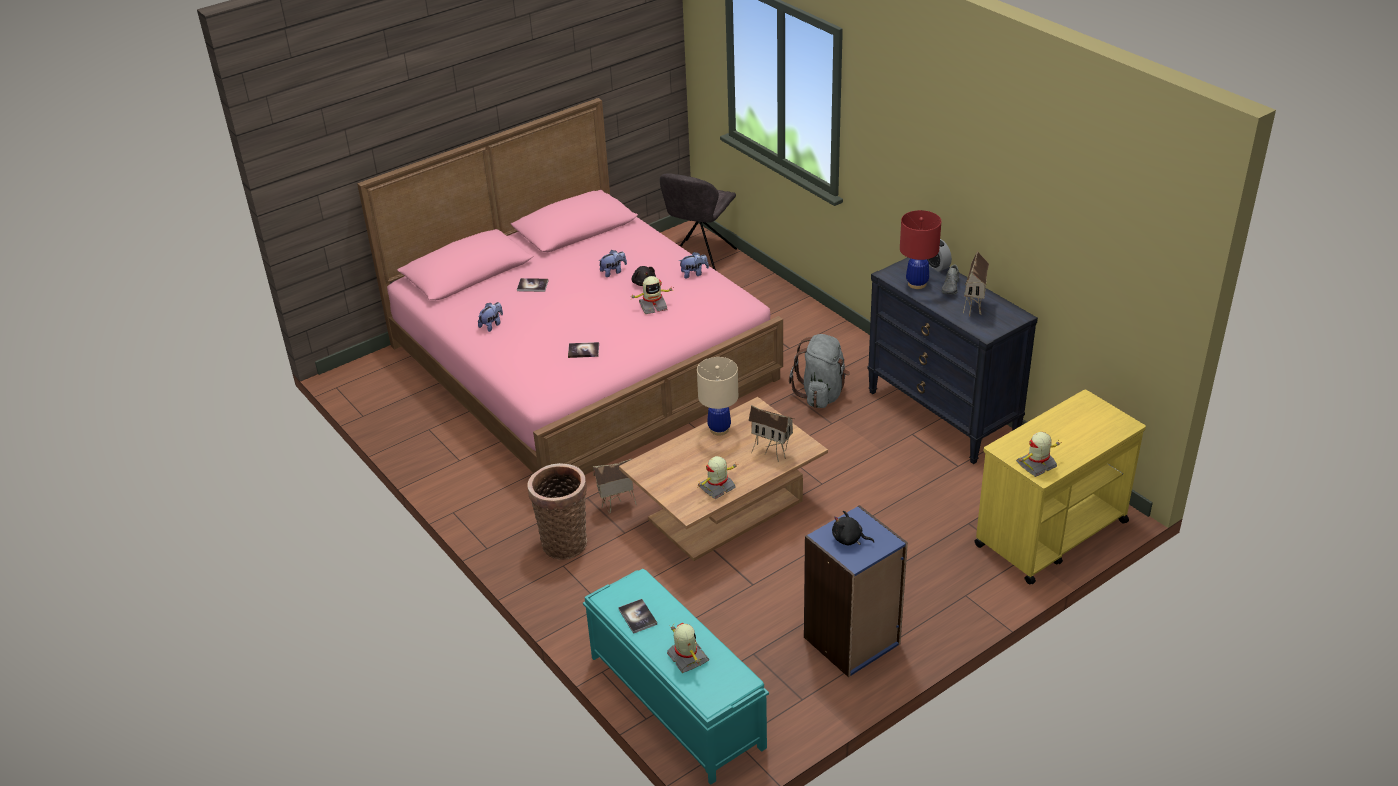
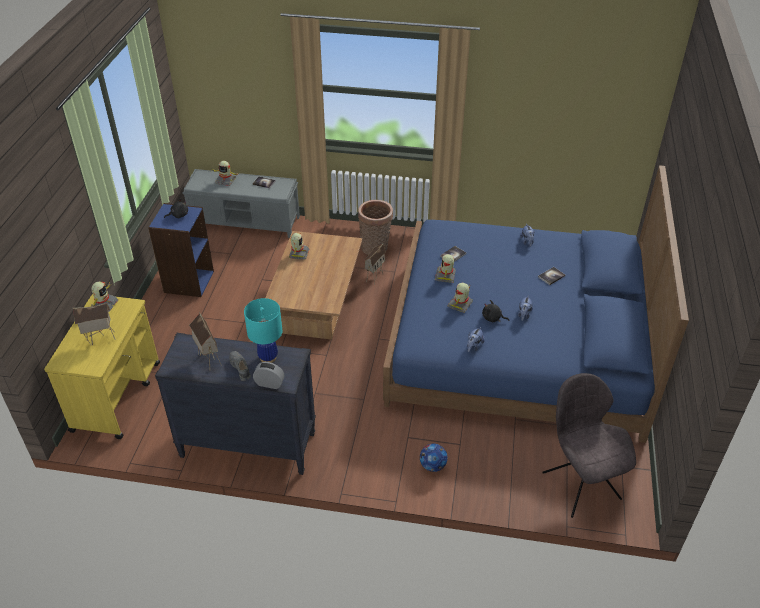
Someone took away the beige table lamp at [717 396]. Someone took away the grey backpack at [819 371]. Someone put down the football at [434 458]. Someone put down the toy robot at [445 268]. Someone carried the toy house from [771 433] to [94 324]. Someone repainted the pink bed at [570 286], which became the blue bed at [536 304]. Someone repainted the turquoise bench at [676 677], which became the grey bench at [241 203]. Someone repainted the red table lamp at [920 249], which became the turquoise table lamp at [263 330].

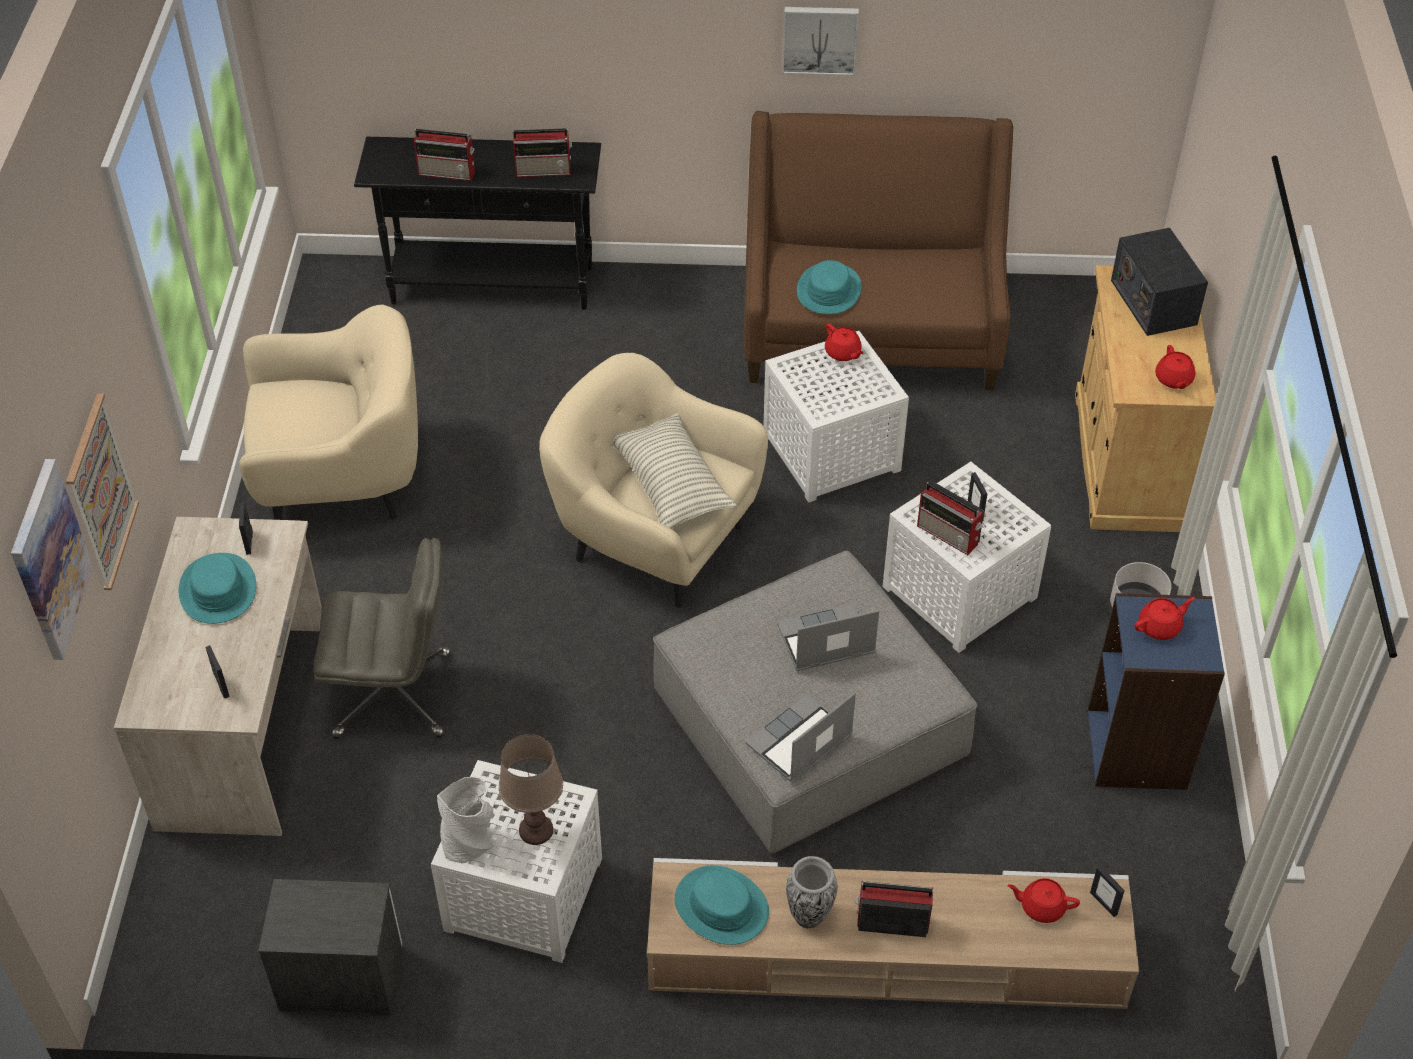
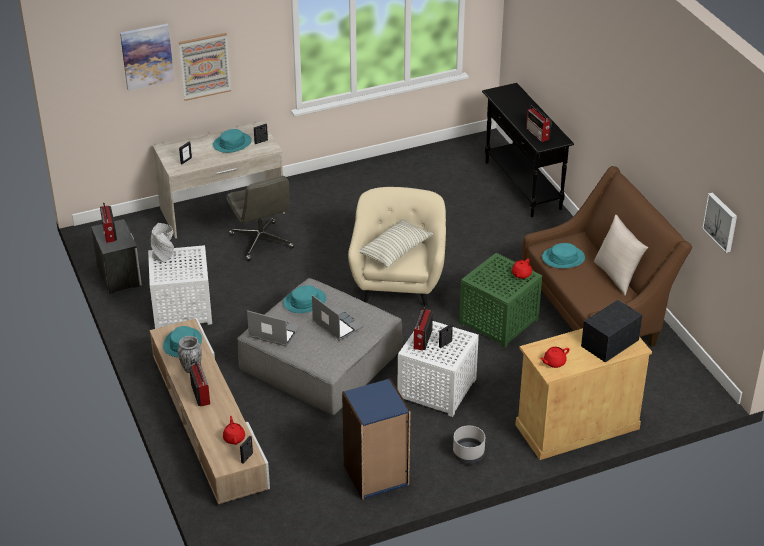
Someone took away the beige armchair at [328 412]. Someone took away the brown table lamp at [531 789]. Someone took away the red teapot at [1164 618]. Someone put down the turquoise hat at [304 299]. Someone put down the beige pillow at [621 255]. Someone carried the radio from [444 155] to [108 223]. Someone carried the picture from [820 41] to [719 222]. Someone repainted the white side table at [836 417], which became the green side table at [500 300].

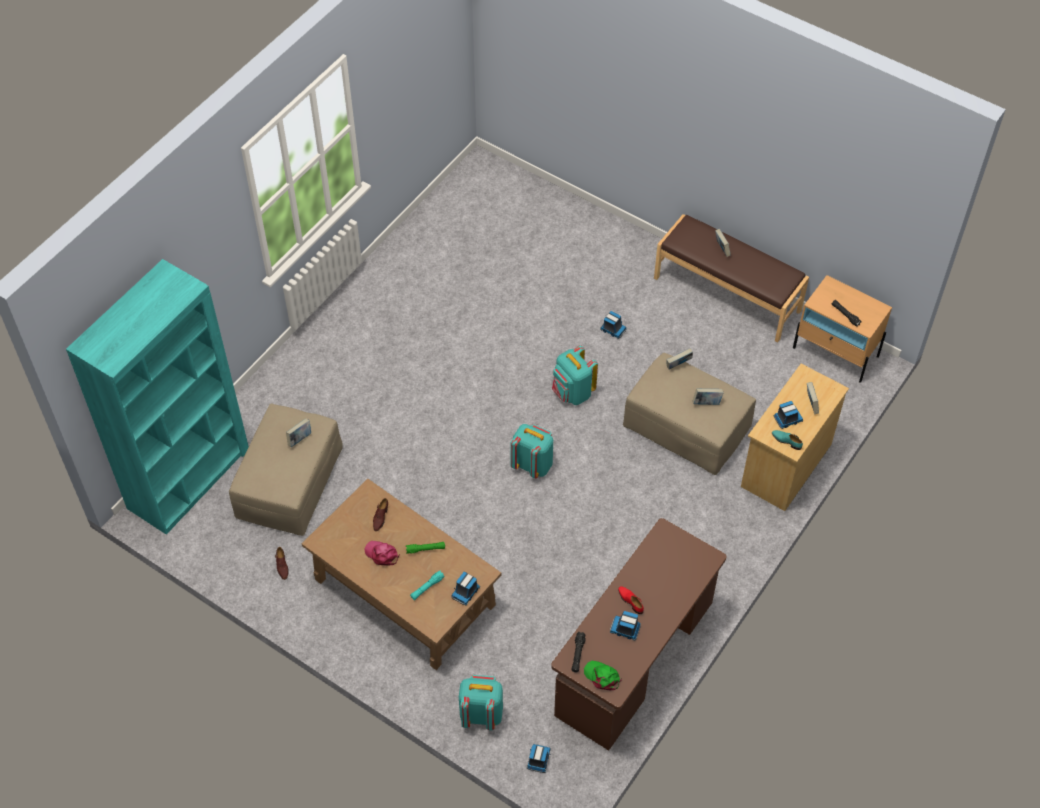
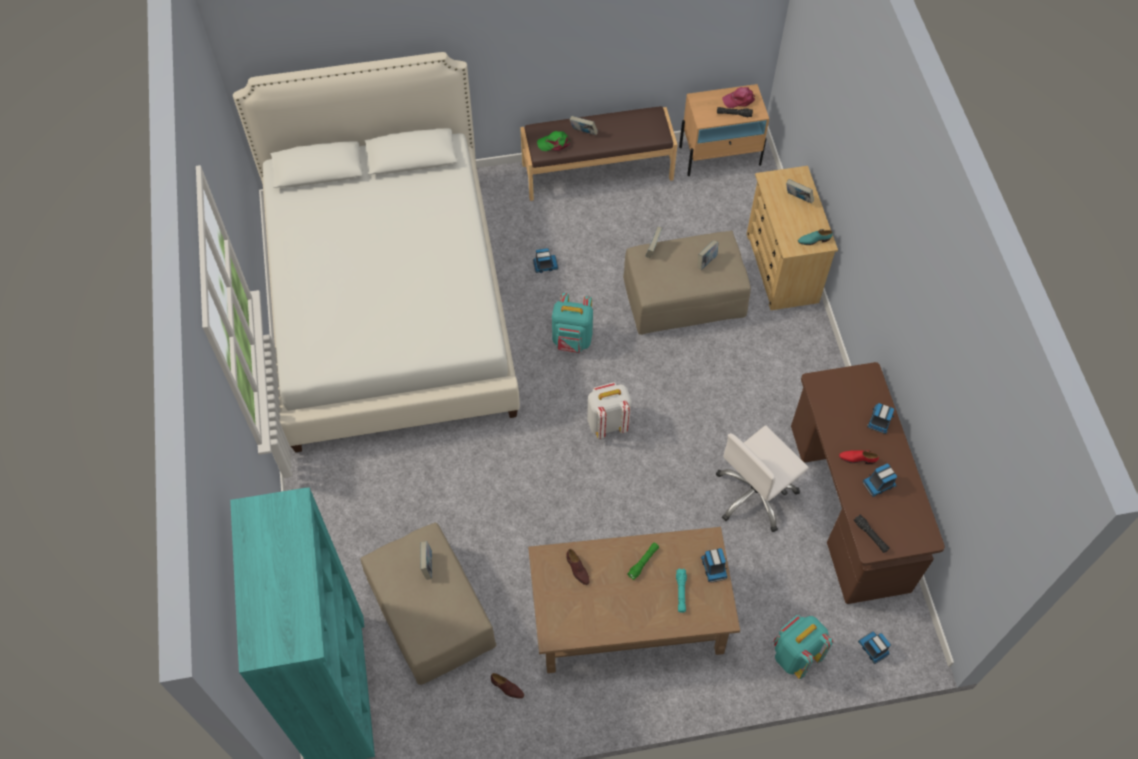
Someone put down the white bed at [376 252]. Someone put down the white office chair at [762 478]. Someone carried the pink cap from [382 553] to [738 97]. Someone carried the green cap from [603 676] to [554 141]. Someone carried the toy truck from [788 415] to [880 418]. Someone repainted the turquoise backpack at [531 451], which became the white backpack at [609 410].

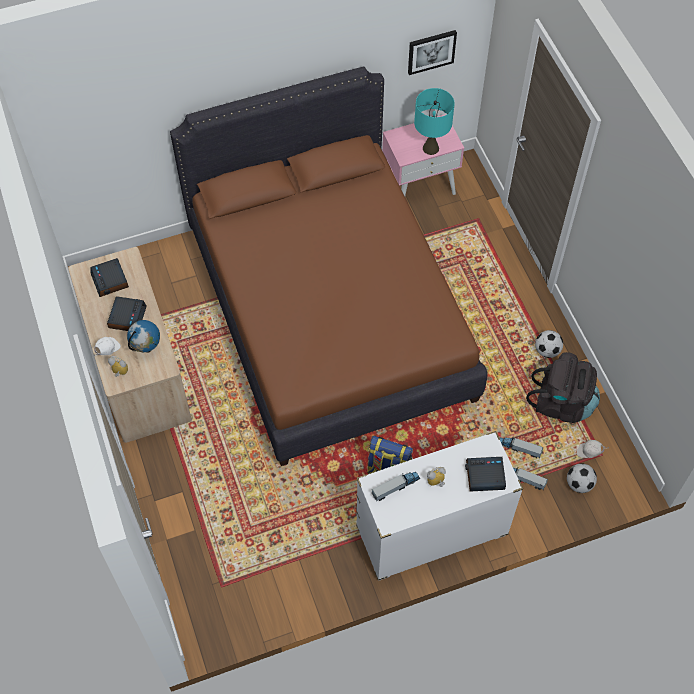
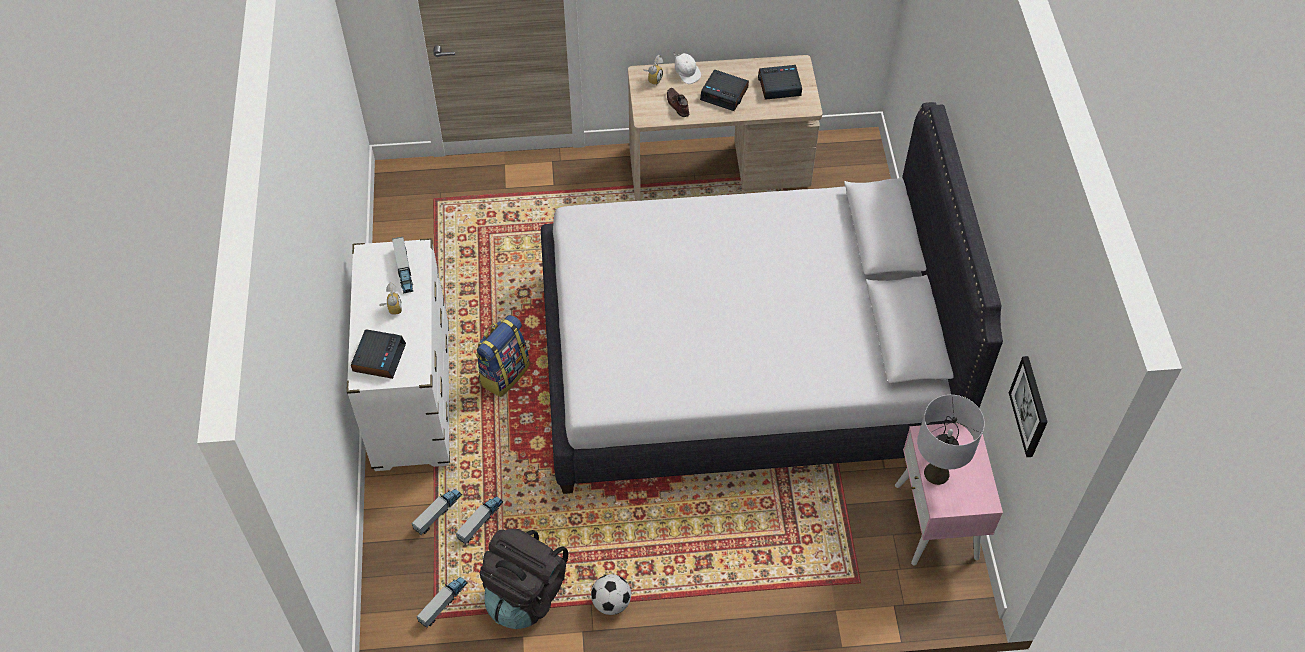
Someone took away the football at [582 478]. Someone swapped the globe at [143 336] for the brown shoe at [678 102]. Someone swapped the white cap at [593 449] for the toy truck at [442 602]. Someone repainted the brown bed at [329 266], which became the white bed at [772 298]. Someone repainted the turquoise table lamp at [434 121], which became the grey table lamp at [951 440].

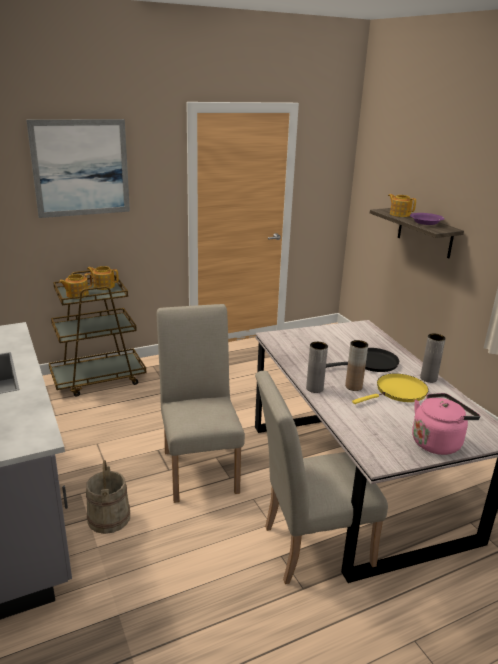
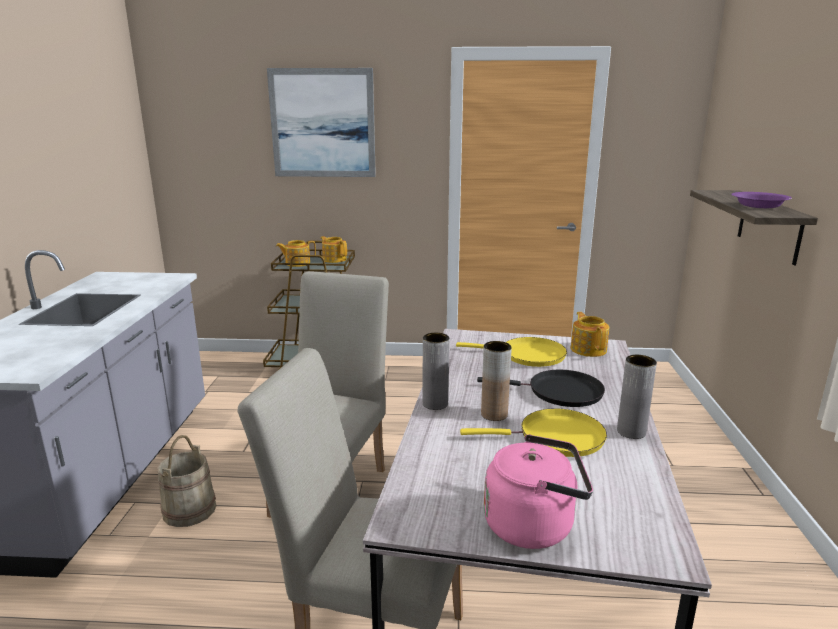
Someone put down the yellow frying pan at [511 352]. Someone carried the teapot from [402 205] to [590 334].

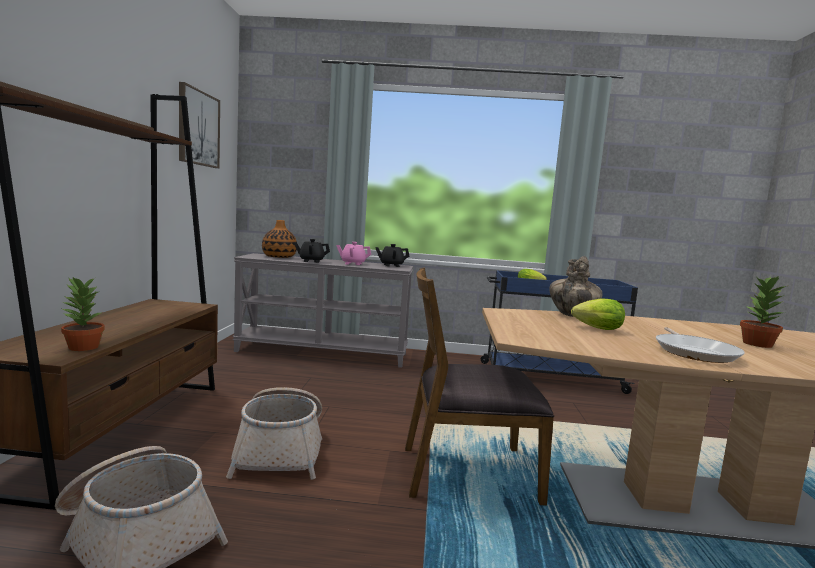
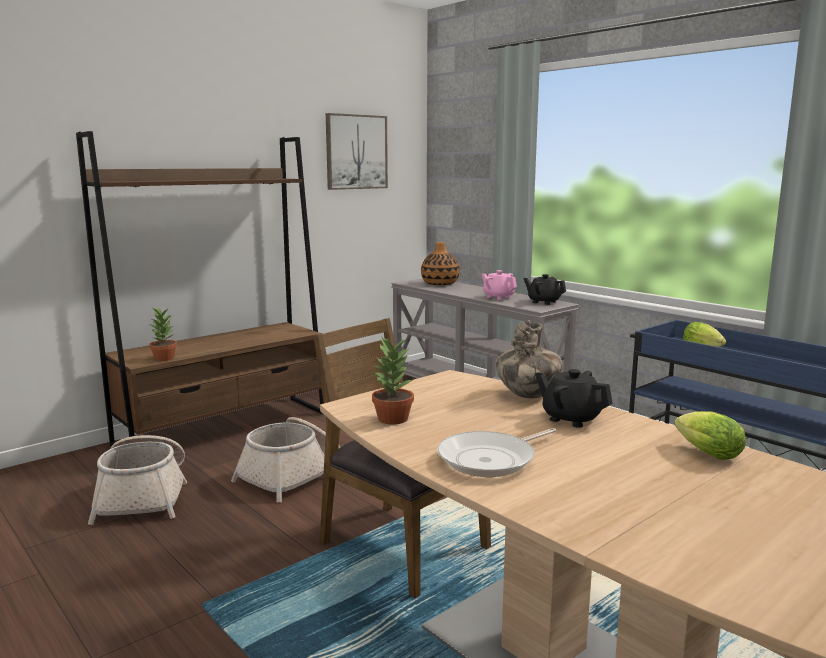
Someone carried the black teapot from [312 251] to [574 398]. Someone carried the lettuce from [598 314] to [710 435]. Someone carried the potted plant from [764 312] to [393 380].

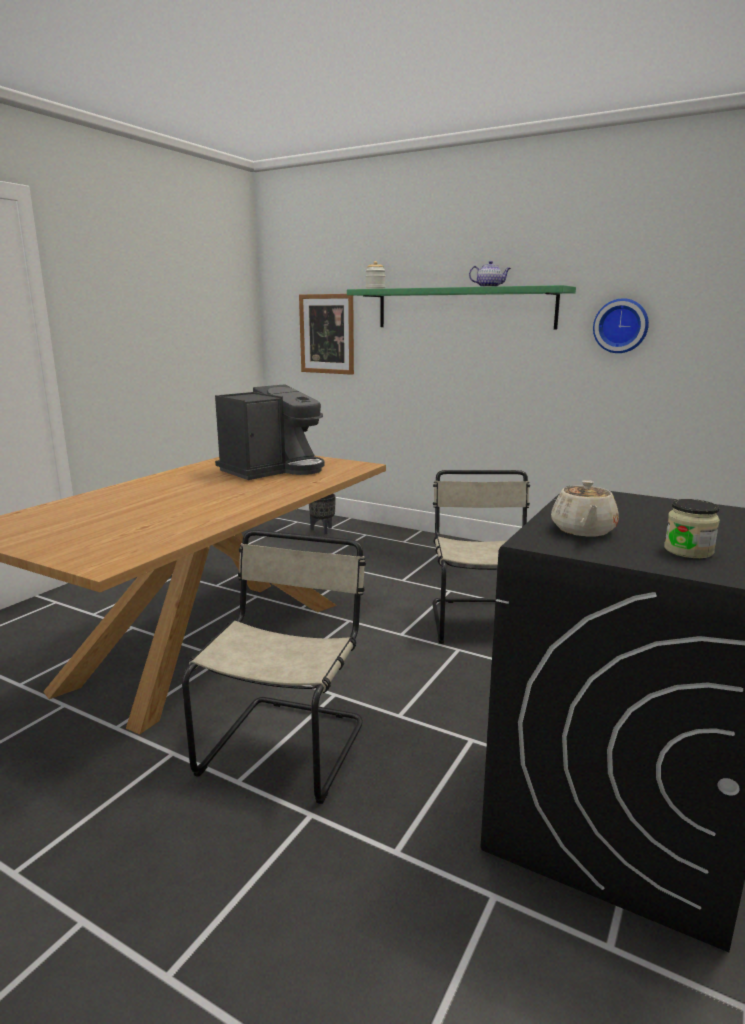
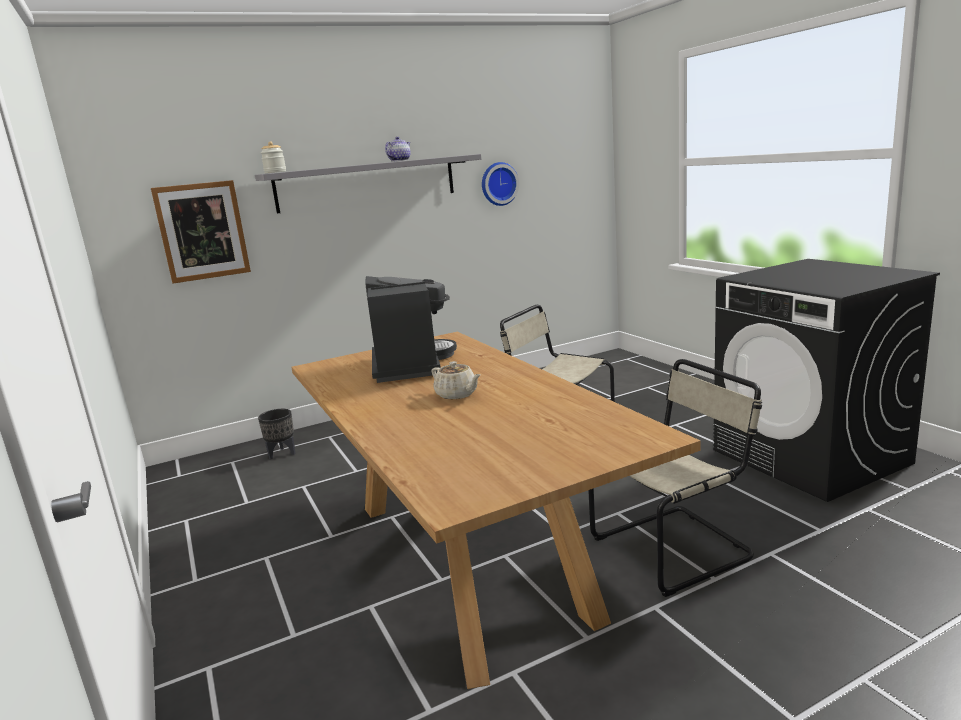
Someone took away the jar at [692 528]. Someone carried the beige teapot from [585 508] to [456 380]. Someone repainted the green shelf at [461 307], which became the grey shelf at [368 184]. Someone rotated the beige chair at [274 667] by 105 degrees clockwise.

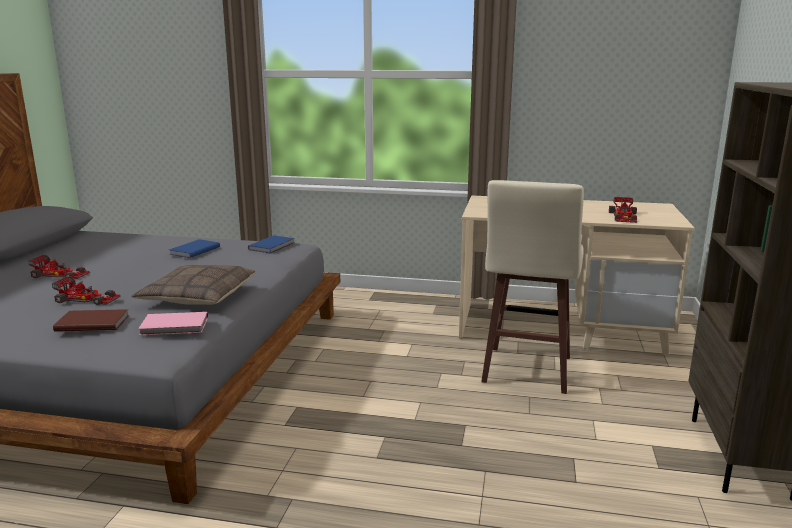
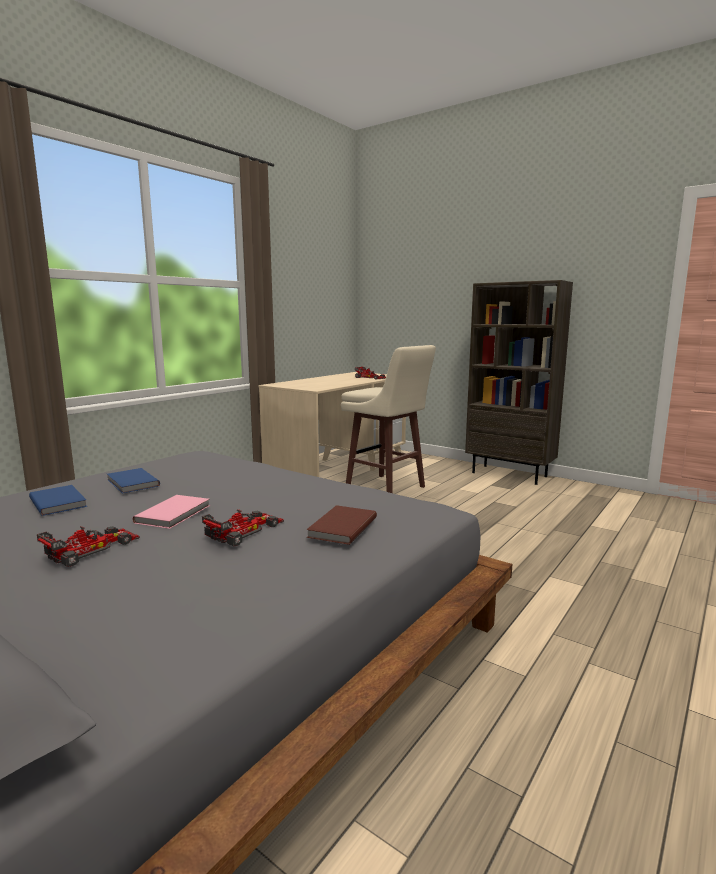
Someone took away the pillow at [193 285]. Someone carried the pink book from [173 323] to [171 512]. Someone carried the blue book from [271 244] to [58 500].

